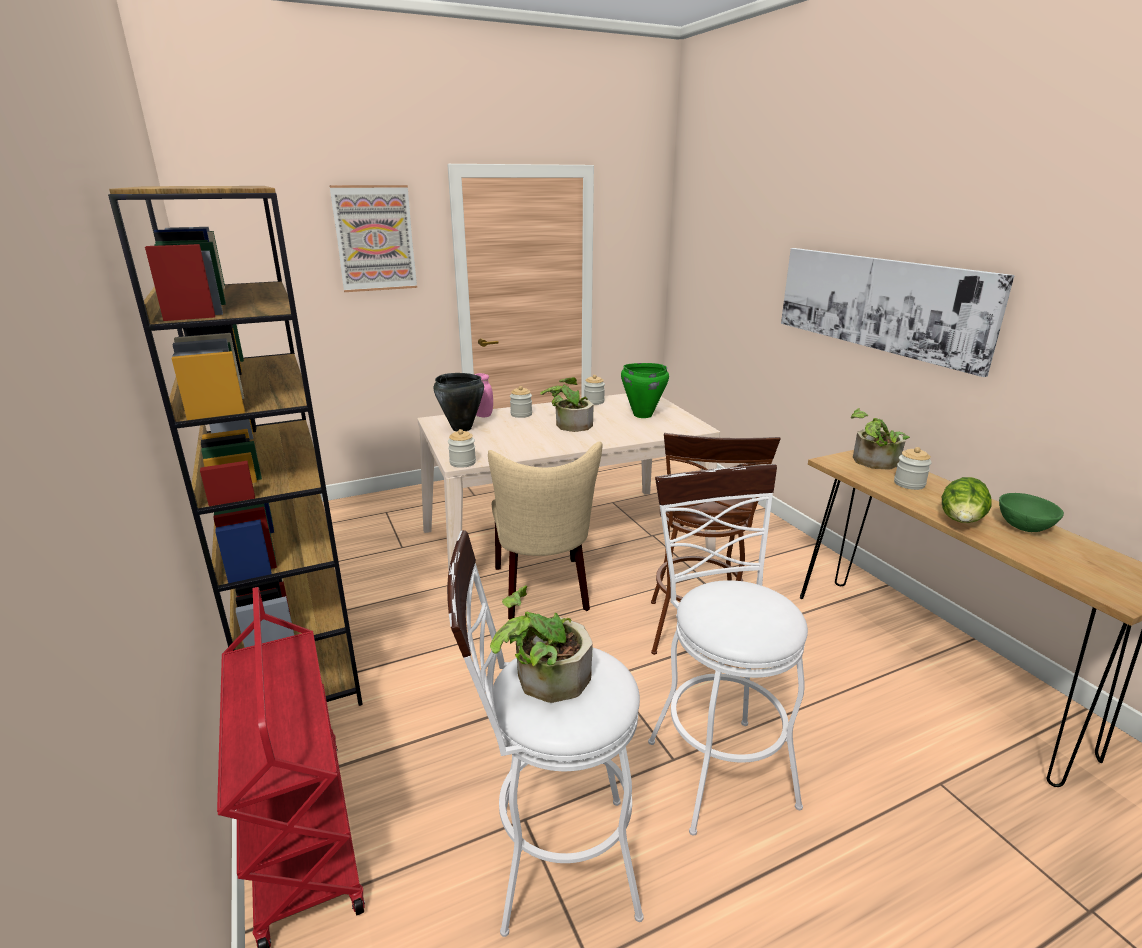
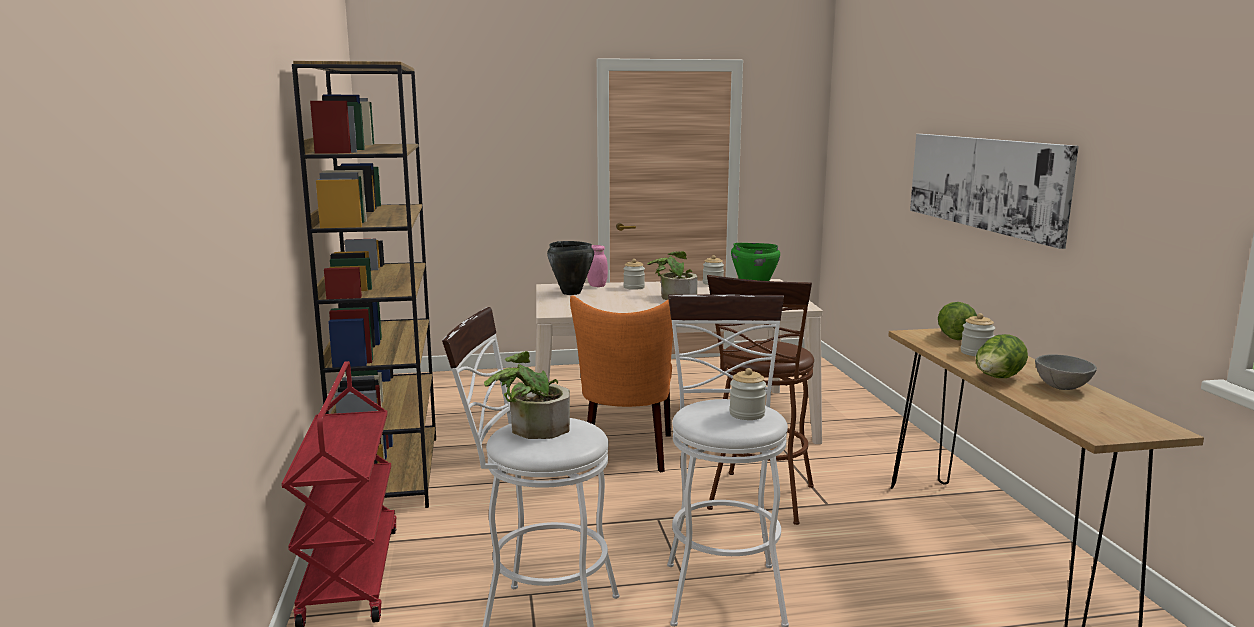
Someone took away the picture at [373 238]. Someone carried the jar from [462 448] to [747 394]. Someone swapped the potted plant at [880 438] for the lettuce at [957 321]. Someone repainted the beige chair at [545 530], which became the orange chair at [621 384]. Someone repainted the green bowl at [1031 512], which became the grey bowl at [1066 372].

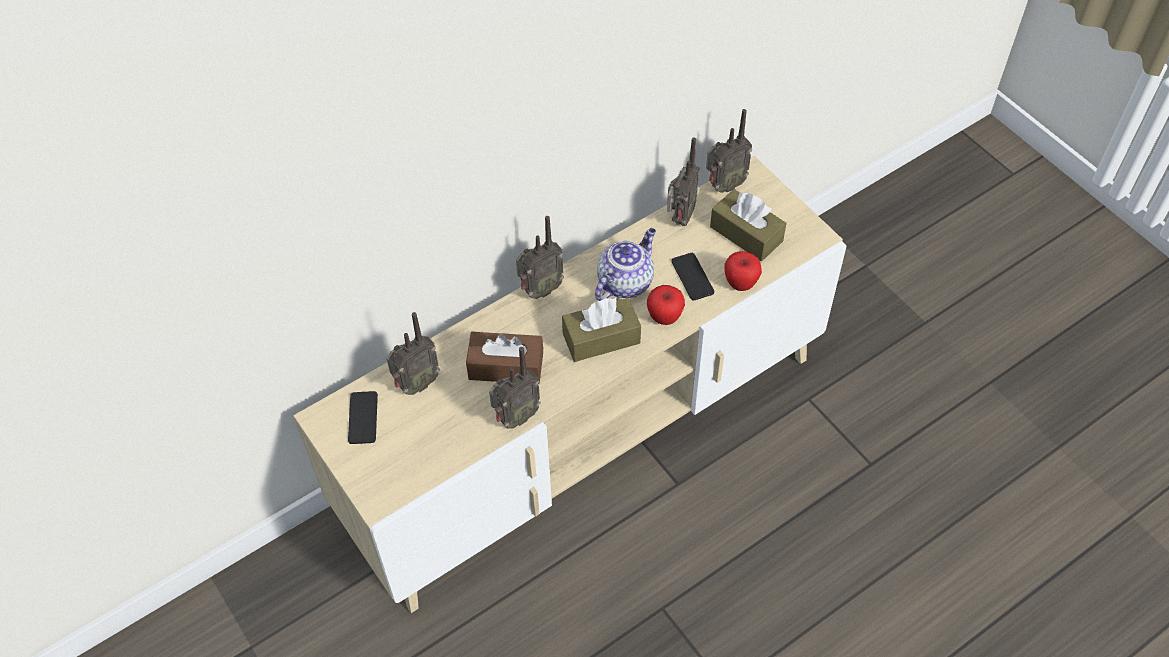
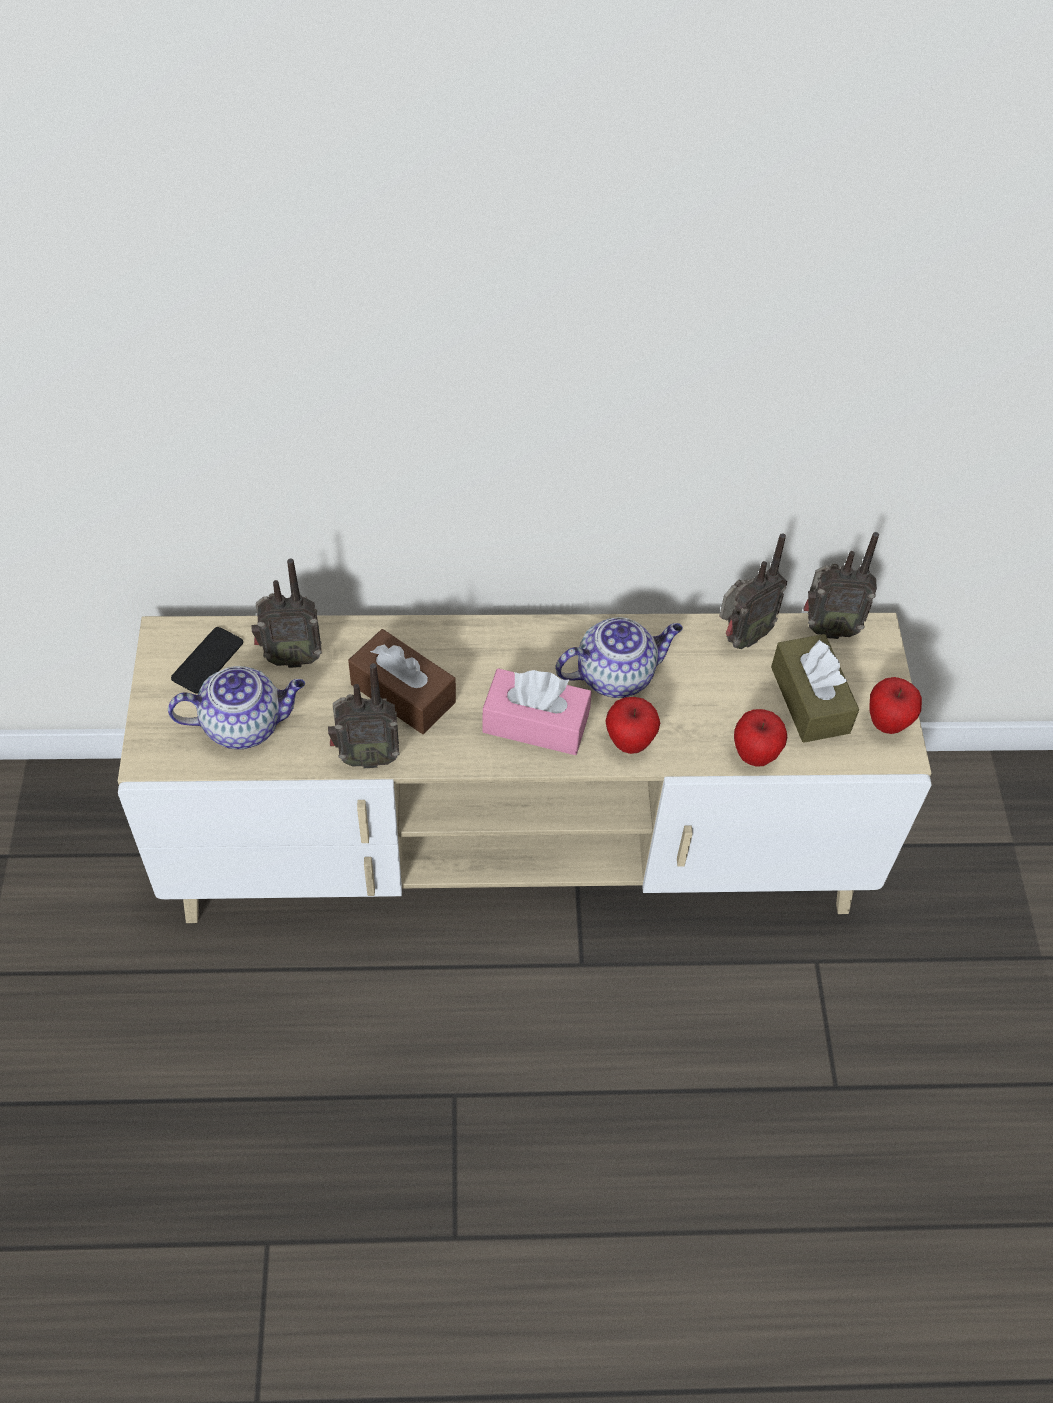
Someone took away the radio at [540 257]. Someone took away the phone at [692 277]. Someone put down the teapot at [236 707]. Someone put down the apple at [895 705]. Someone repainted the brown tissue box at [601 330], which became the pink tissue box at [536 711].

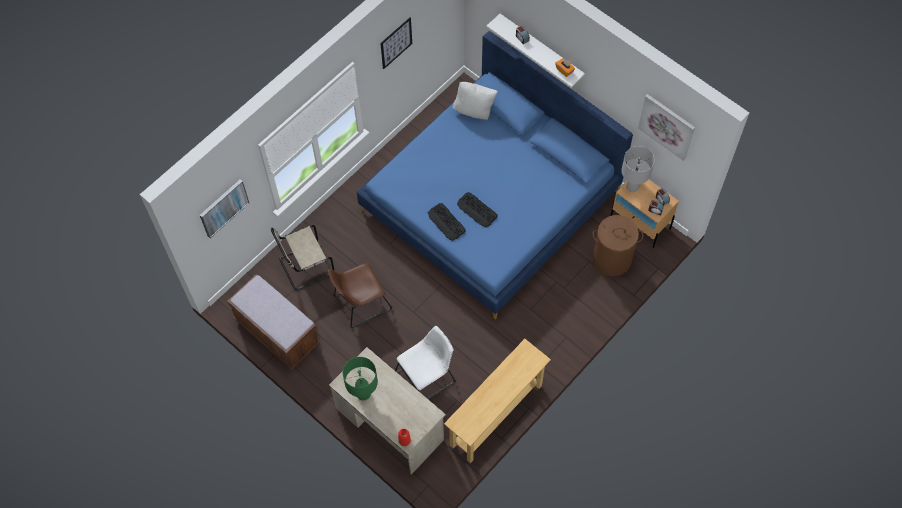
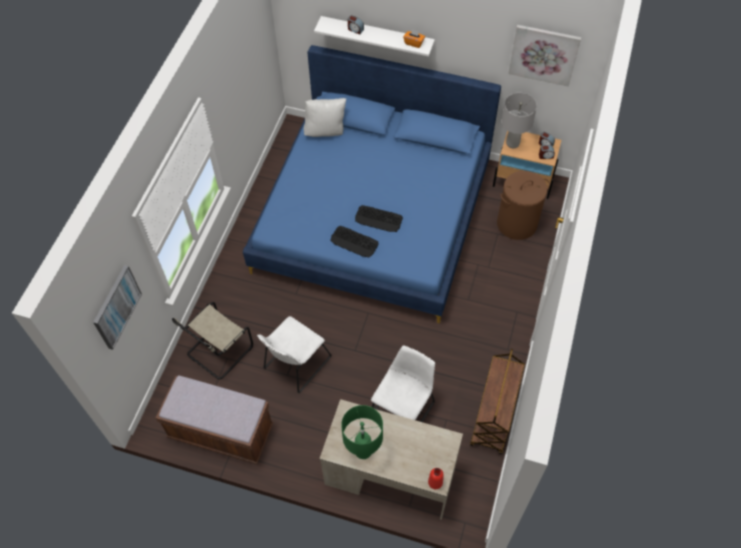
Someone took away the picture at [396 43]. Someone swapped the beige console table at [497 401] for the brown cart at [497 401]. Someone repainted the brown chair at [360 295], which became the white chair at [294 355].

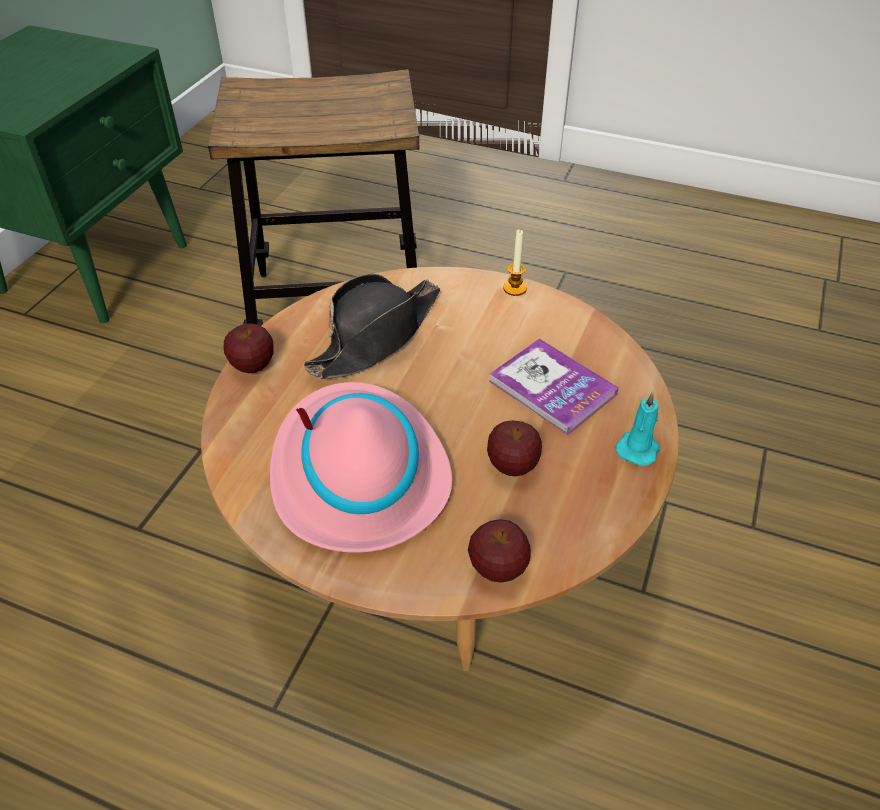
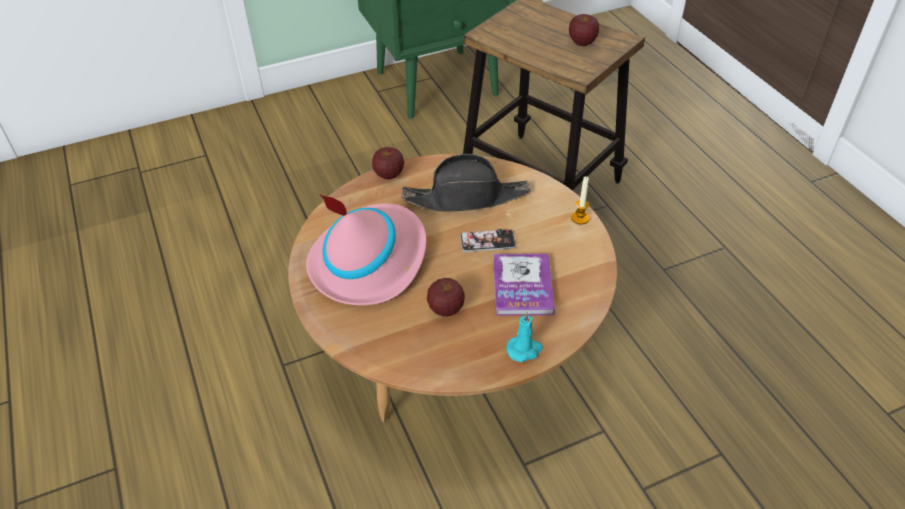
Someone put down the phone at [488 240]. Someone carried the apple from [499 551] to [584 30].

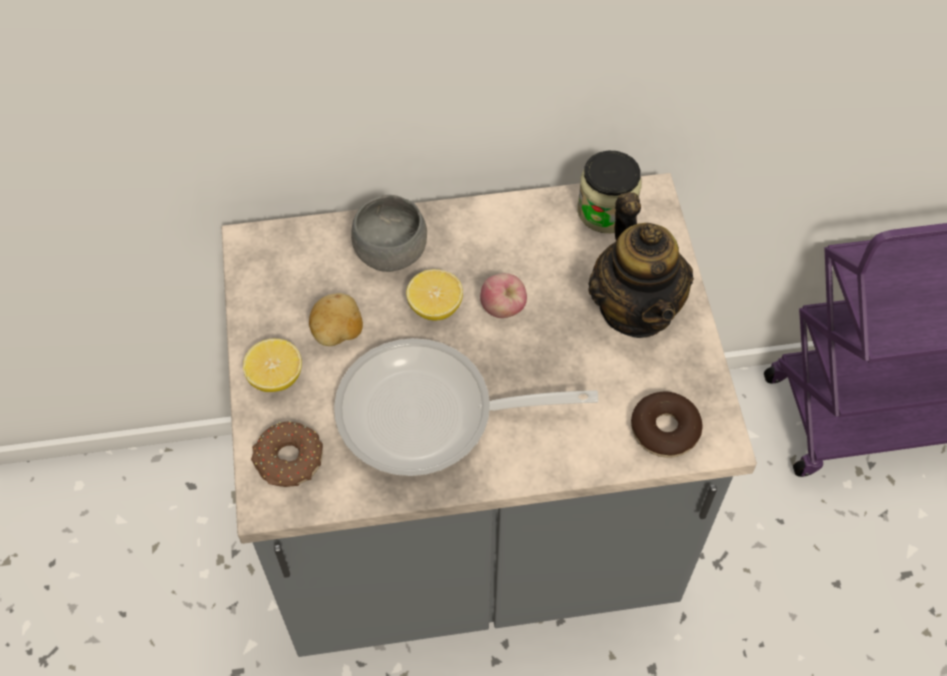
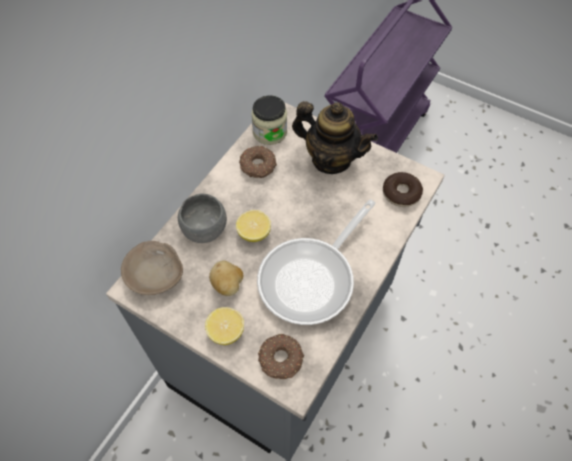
Someone took away the apple at [503 295]. Someone put down the beige bowl at [152 268]. Someone put down the donut at [258 162].

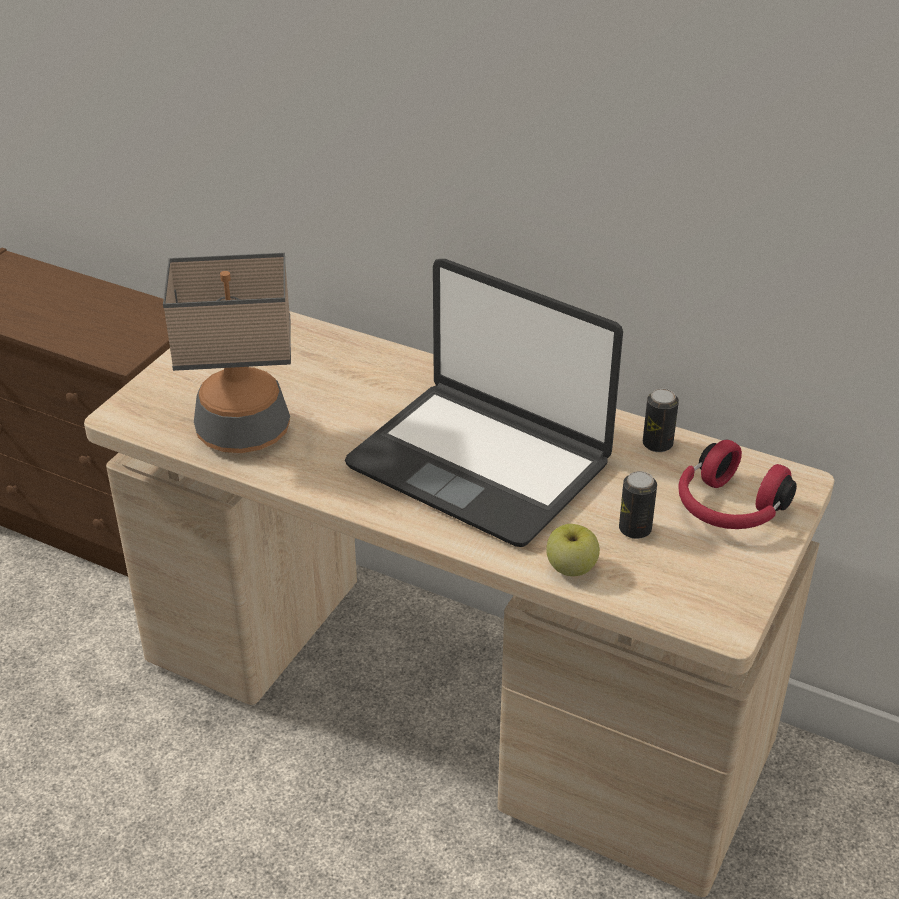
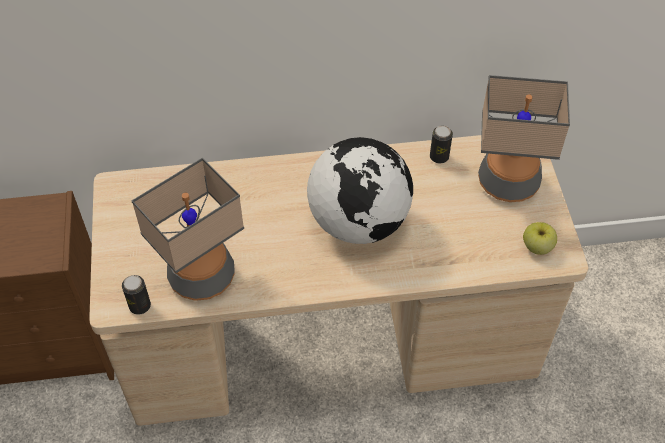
Someone carried the apple from [573 550] to [540 238]. Someone carried the can from [638 505] to [136 295]. Someone swapped the laptop at [484 403] for the globe at [360 190]. Someone swapped the red headphones at [737 484] for the table lamp at [524 138].

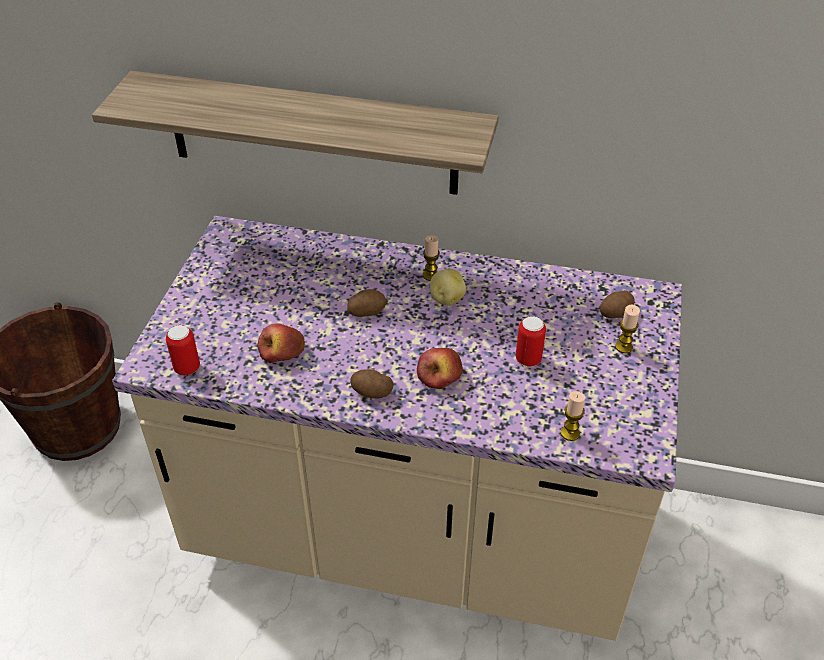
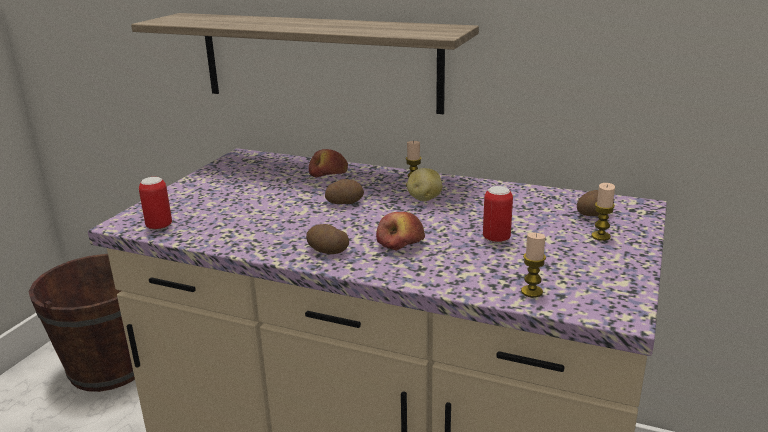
Someone carried the apple from [281 343] to [328 163].

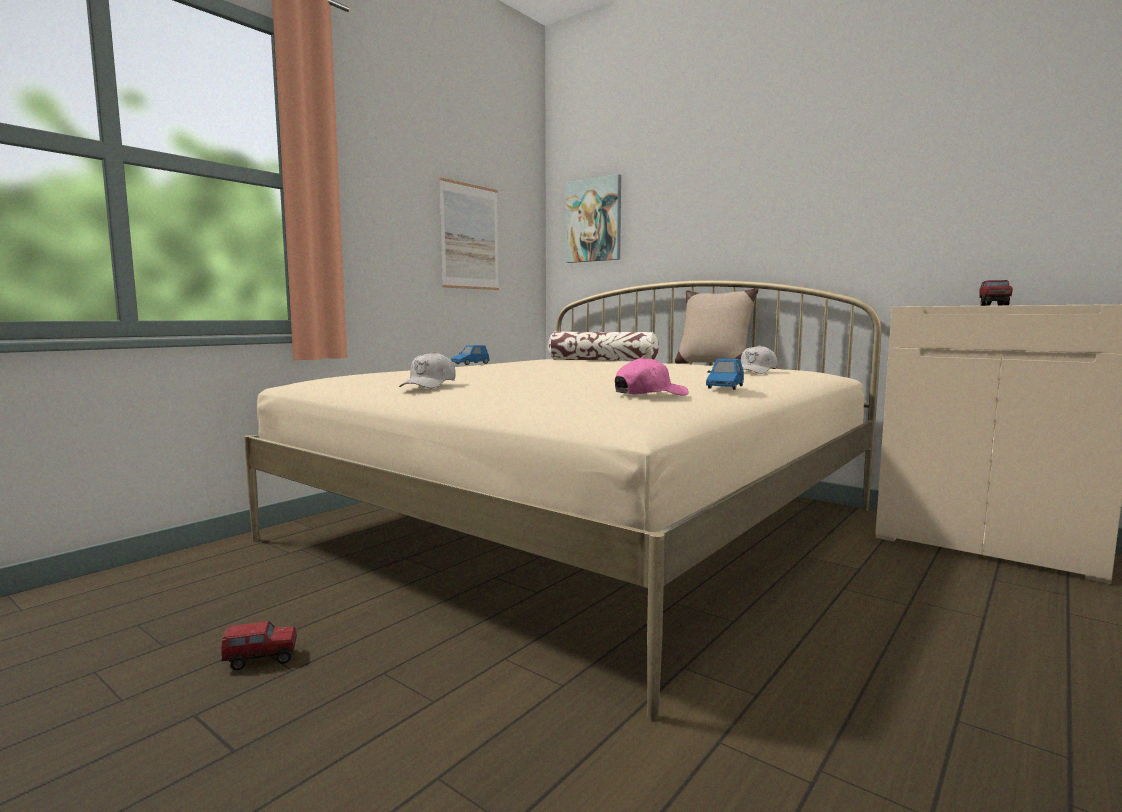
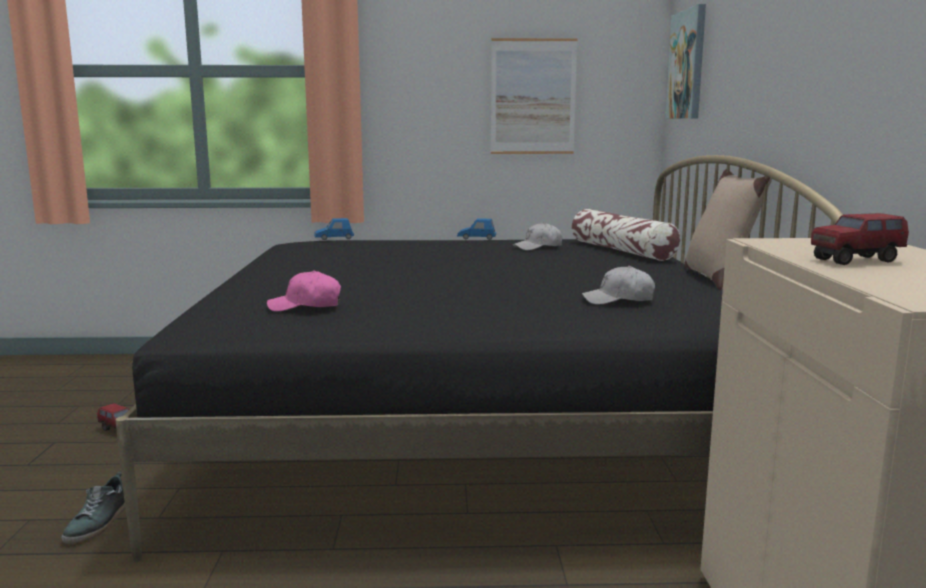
Someone put down the shoe at [93 508]. Someone carried the white cap from [427 370] to [538 236]. Someone carried the blue toy car from [725 374] to [334 229]. Someone repainted the beige bed at [562 500], which became the black bed at [479 358]. Someone rotated the pink cap at [651 376] by 150 degrees clockwise.

